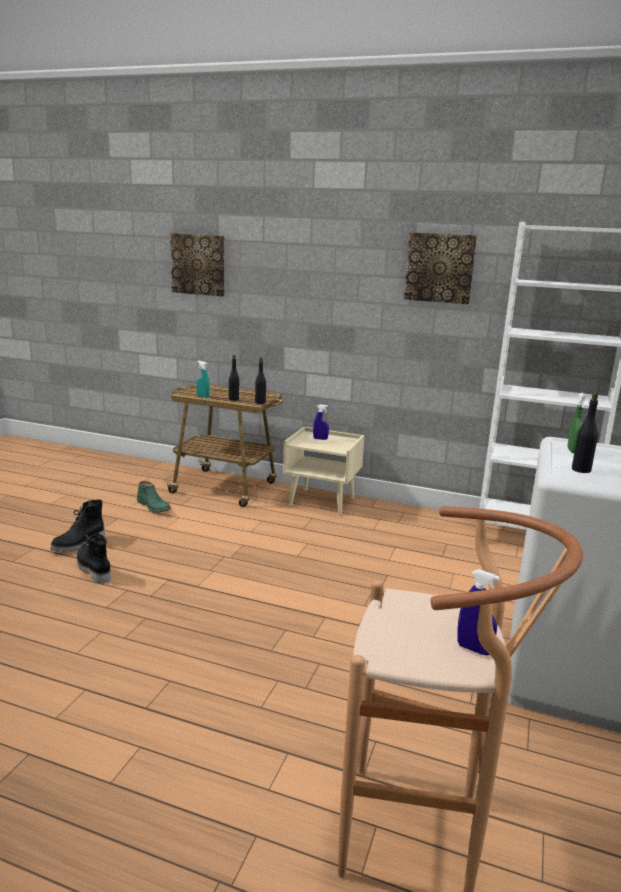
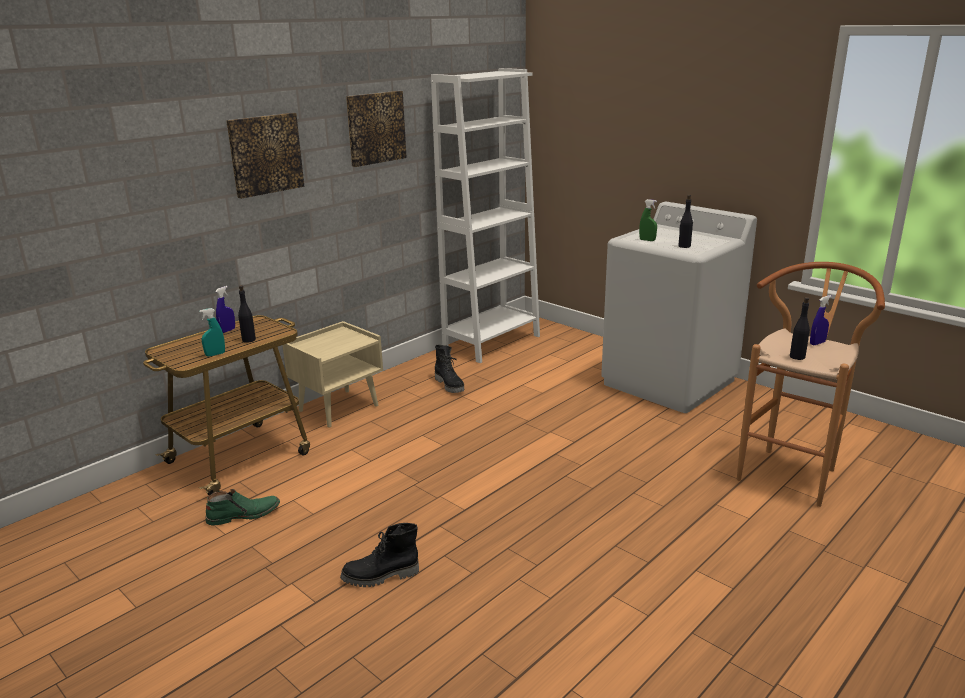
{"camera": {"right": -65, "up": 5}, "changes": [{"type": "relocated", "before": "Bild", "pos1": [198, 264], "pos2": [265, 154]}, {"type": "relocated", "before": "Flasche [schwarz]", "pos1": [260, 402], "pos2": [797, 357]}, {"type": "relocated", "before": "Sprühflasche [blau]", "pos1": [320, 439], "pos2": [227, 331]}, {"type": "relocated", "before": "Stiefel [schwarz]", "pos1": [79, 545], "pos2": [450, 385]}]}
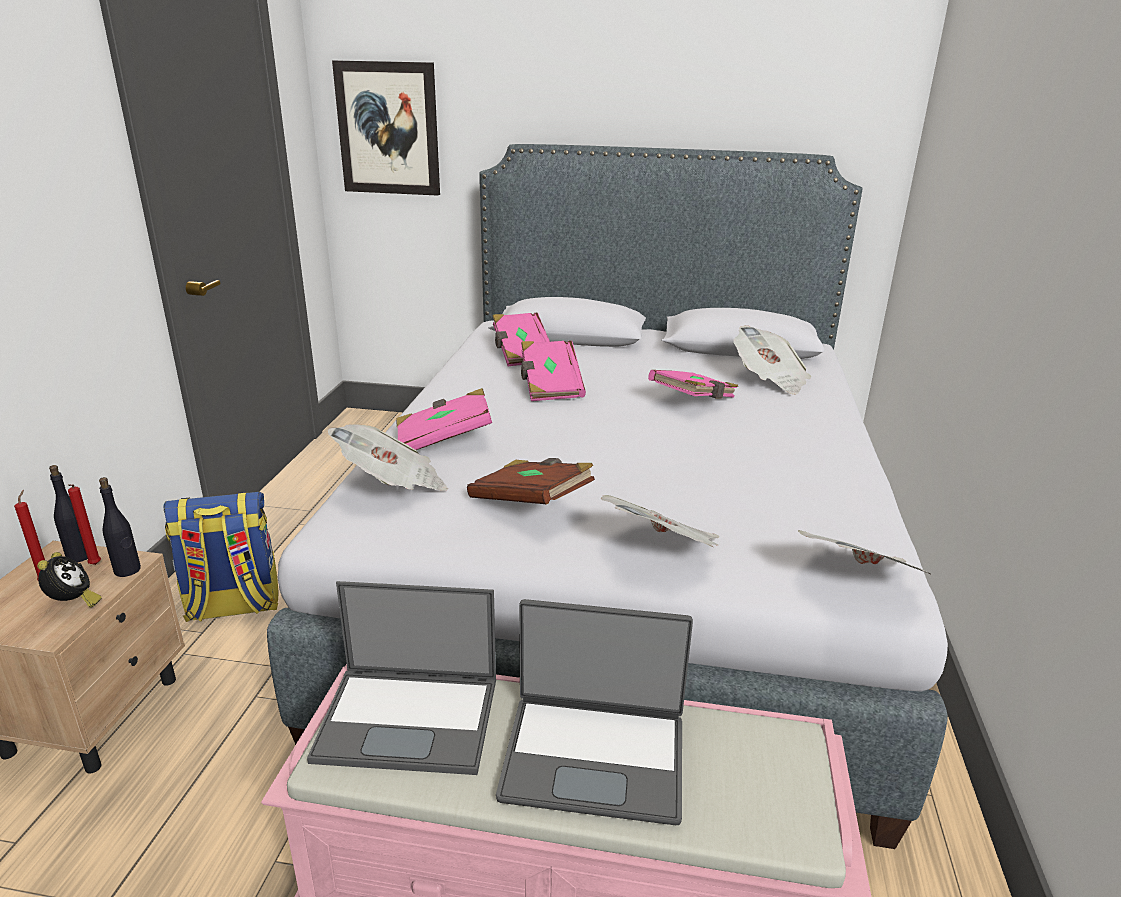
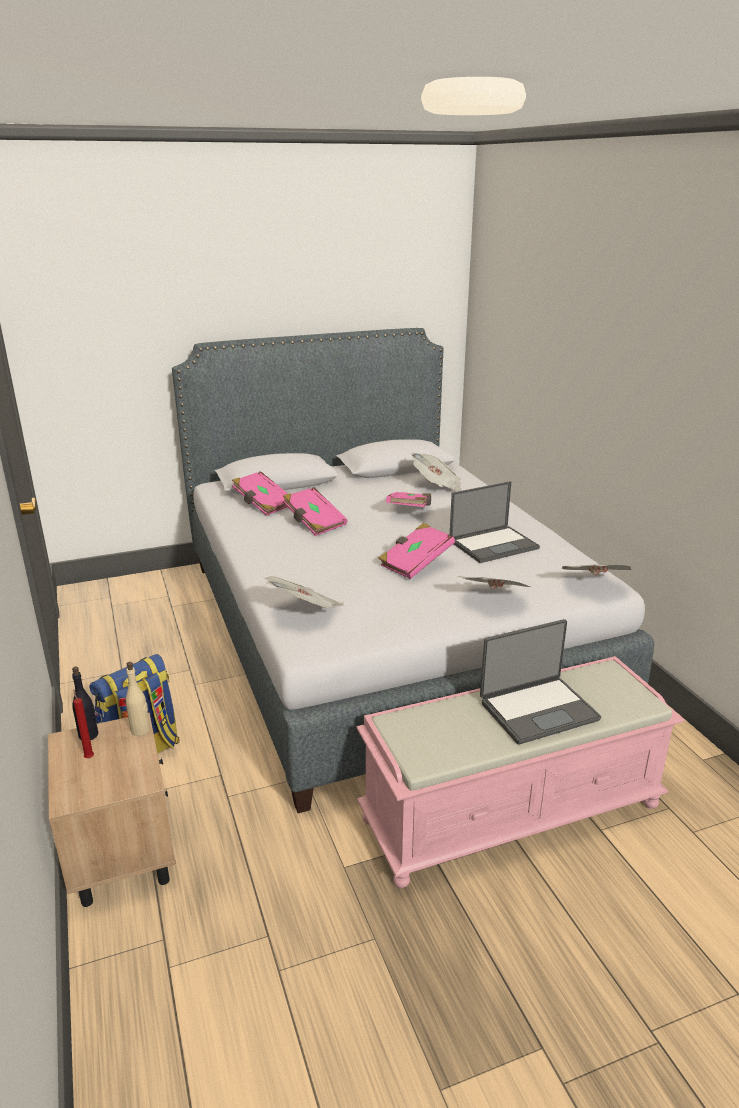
{"camera": {"right": -30, "up": 0}, "changes": [{"type": "missing", "before": "Bild", "pos1": [388, 129]}, {"type": "relocated", "before": "Buch [rosa]", "pos1": [444, 439], "pos2": [415, 563]}, {"type": "missing", "before": "Buch [braun]", "pos1": [531, 502]}, {"type": "colour", "before": "Flasche [schwarz]", "after": "Flasche [beige]", "pos1": [127, 570], "pos2": [140, 730]}, {"type": "missing", "before": "Kerze [rot]", "pos1": [94, 565]}, {"type": "missing", "before": "Wecker", "pos1": [73, 603]}, {"type": "relocated", "before": "Laptop", "pos1": [411, 718], "pos2": [494, 544]}]}
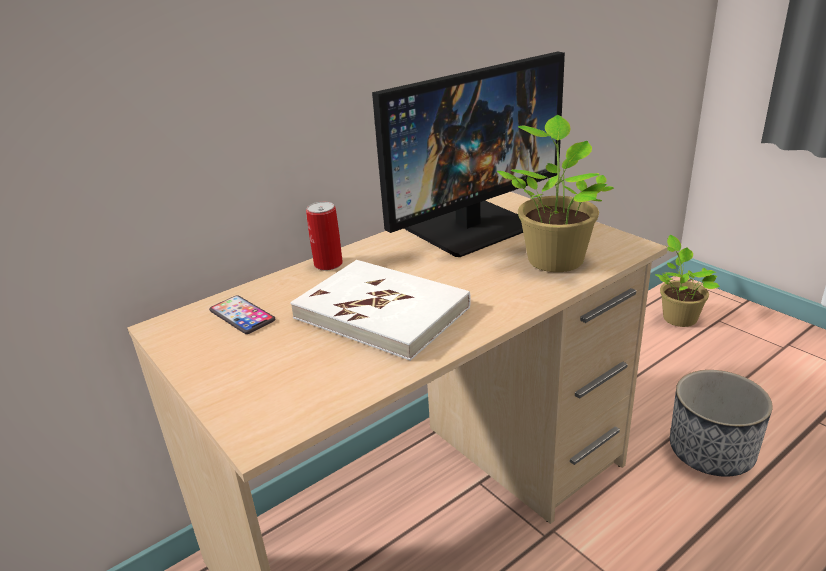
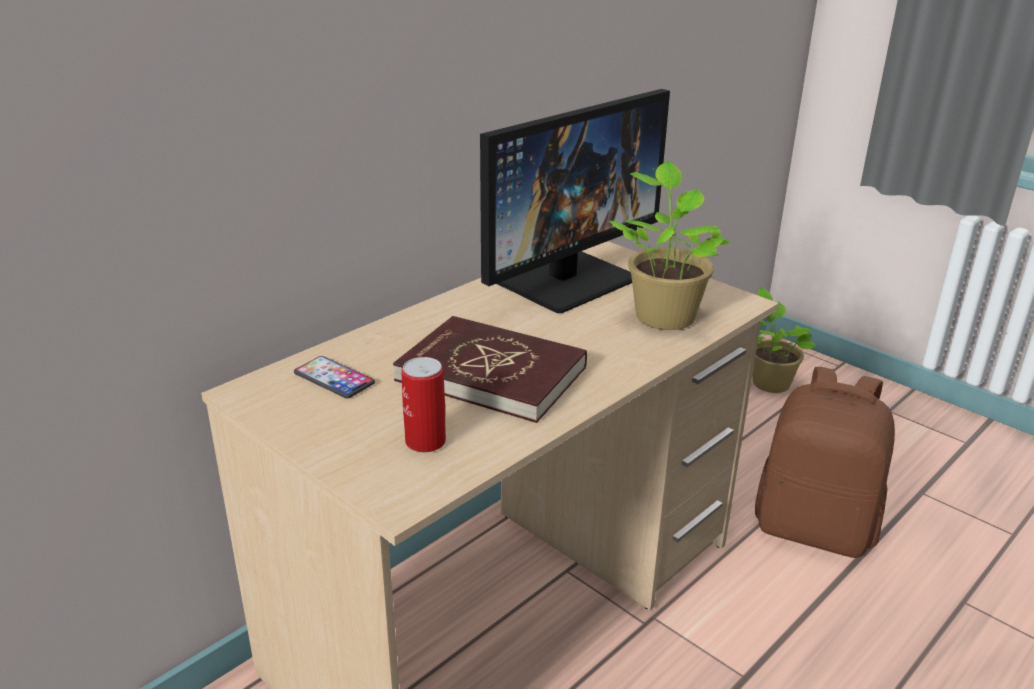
{"camera": {"right": -10, "up": 0}, "changes": [{"type": "relocated", "before": "Dose", "pos1": [328, 264], "pos2": [425, 441]}, {"type": "colour", "before": "Buch [weiß]", "after": "Buch [rot]", "pos1": [382, 312], "pos2": [492, 374]}, {"type": "exchanged", "before": "Pflanzkübel", "after": "Rucksack [braun]", "pos1": [711, 452], "pos2": [814, 528]}]}
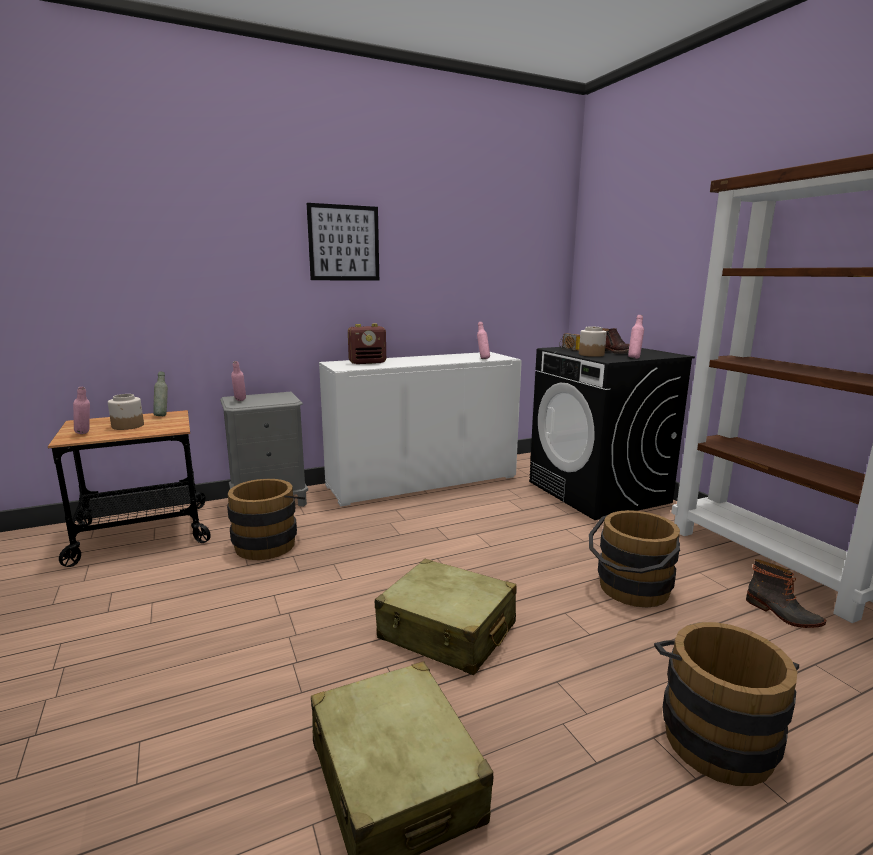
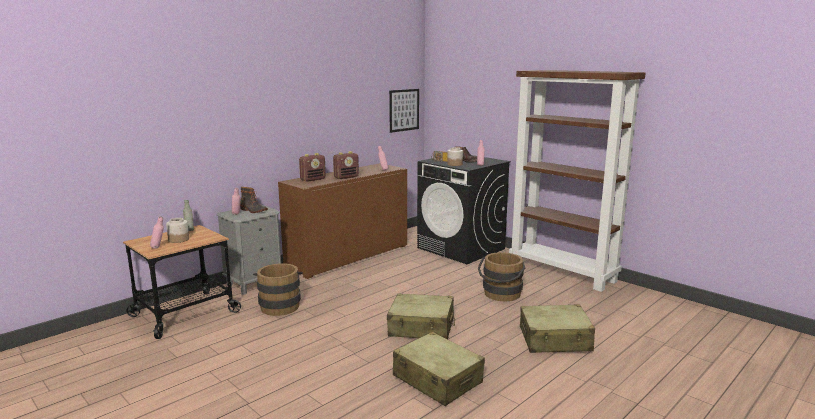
{"camera": {"right": -20, "up": 0}, "changes": [{"type": "relocated", "before": "Bild", "pos1": [344, 243], "pos2": [404, 110]}, {"type": "colour", "before": "Schrank [weiß]", "after": "Schrank [braun]", "pos1": [422, 481], "pos2": [348, 256]}, {"type": "relocated", "before": "Stiefel", "pos1": [782, 614], "pos2": [253, 210]}, {"type": "exchanged", "before": "Eimer [braun]", "after": "Koffer [beige]", "pos1": [713, 733], "pos2": [555, 339]}, {"type": "appeared", "after": "Radio", "pos2": [346, 177]}]}
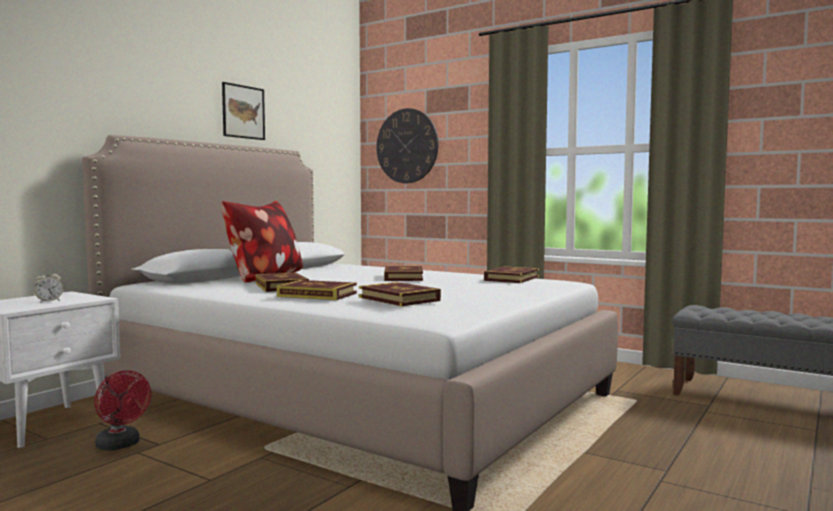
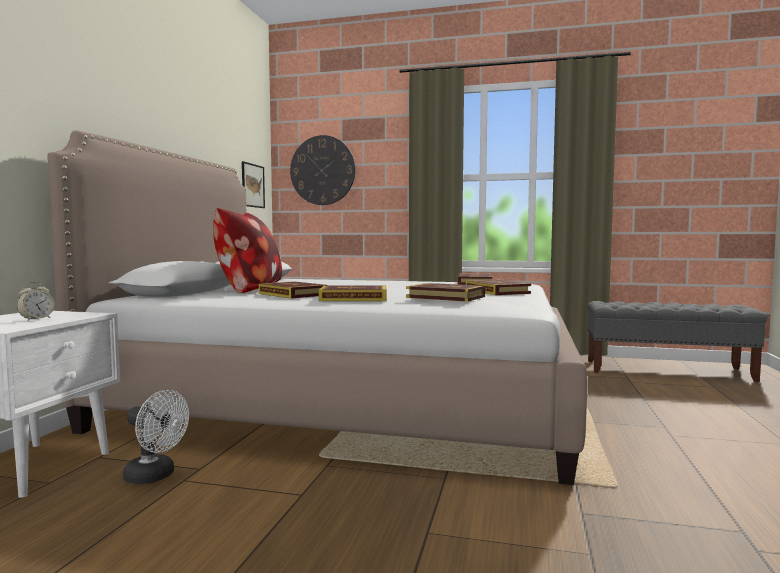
{"camera": {"right": -20, "up": 0}, "changes": [{"type": "relocated", "before": "Bild", "pos1": [243, 112], "pos2": [252, 185]}, {"type": "relocated", "before": "Buch", "pos1": [403, 277], "pos2": [497, 291]}, {"type": "colour", "before": "Ventilator [rot]", "after": "Ventilator [weiß]", "pos1": [121, 445], "pos2": [155, 476]}]}
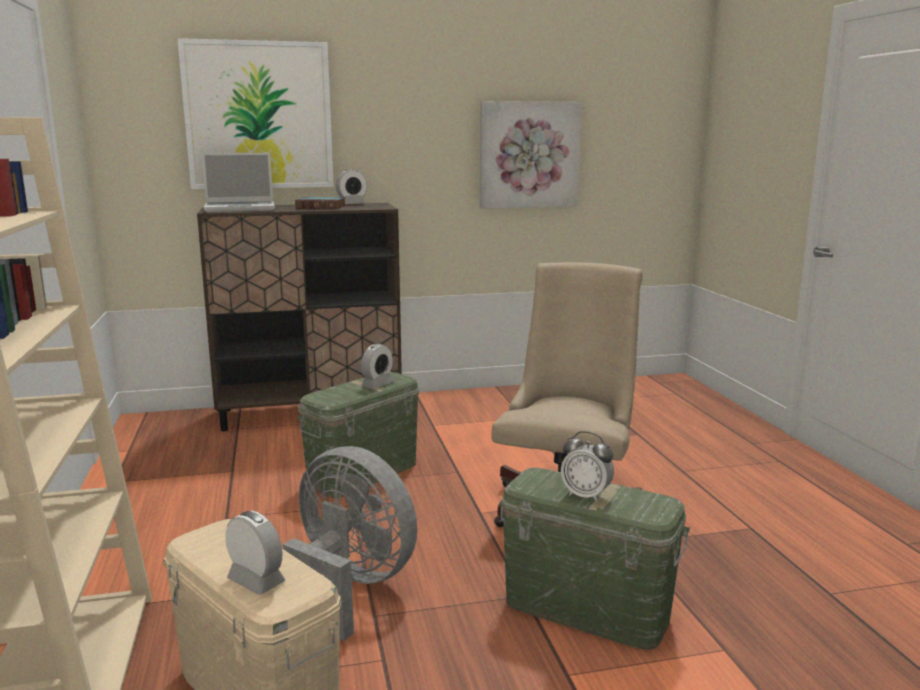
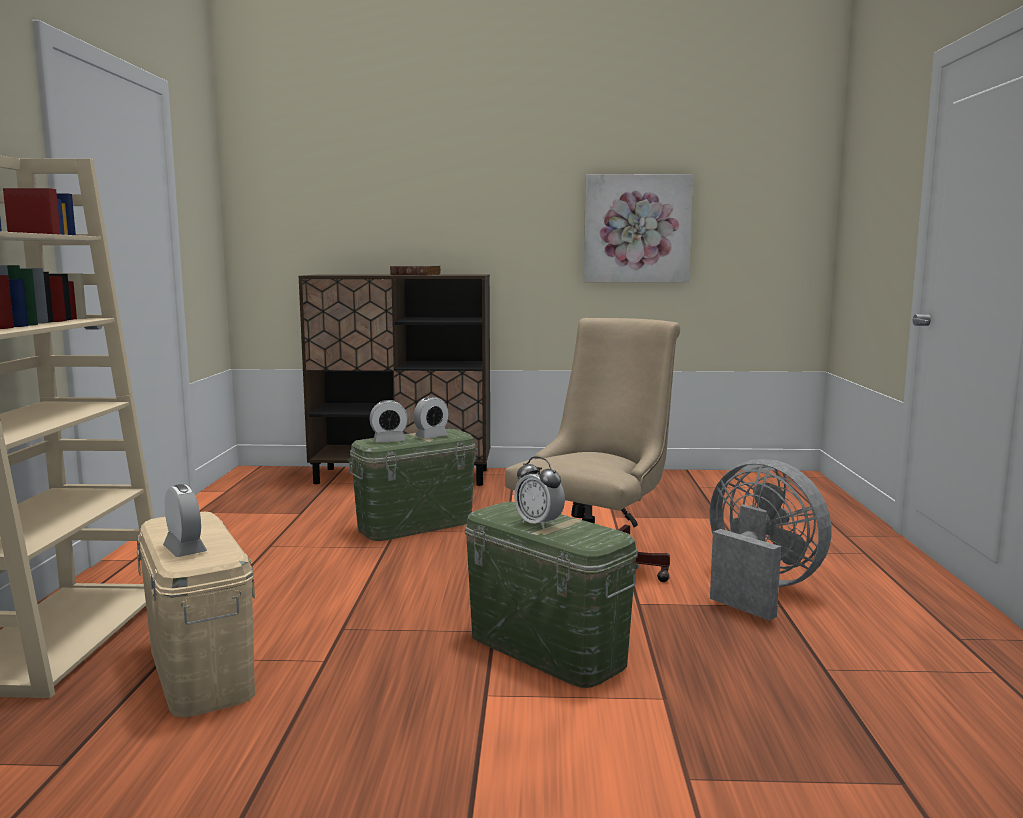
{"camera": {"right": 15, "up": -5}, "changes": [{"type": "missing", "before": "Bild", "pos1": [259, 116]}, {"type": "missing", "before": "Laptop", "pos1": [241, 209]}, {"type": "relocated", "before": "Wecker", "pos1": [352, 204], "pos2": [389, 441]}, {"type": "relocated", "before": "Ventilator [grau]", "pos1": [349, 587], "pos2": [758, 589]}]}
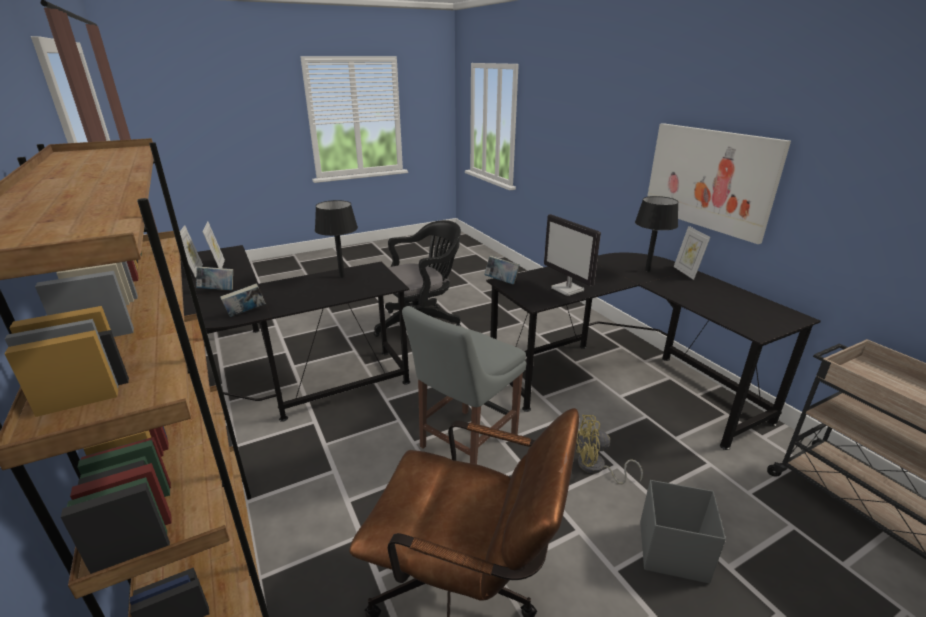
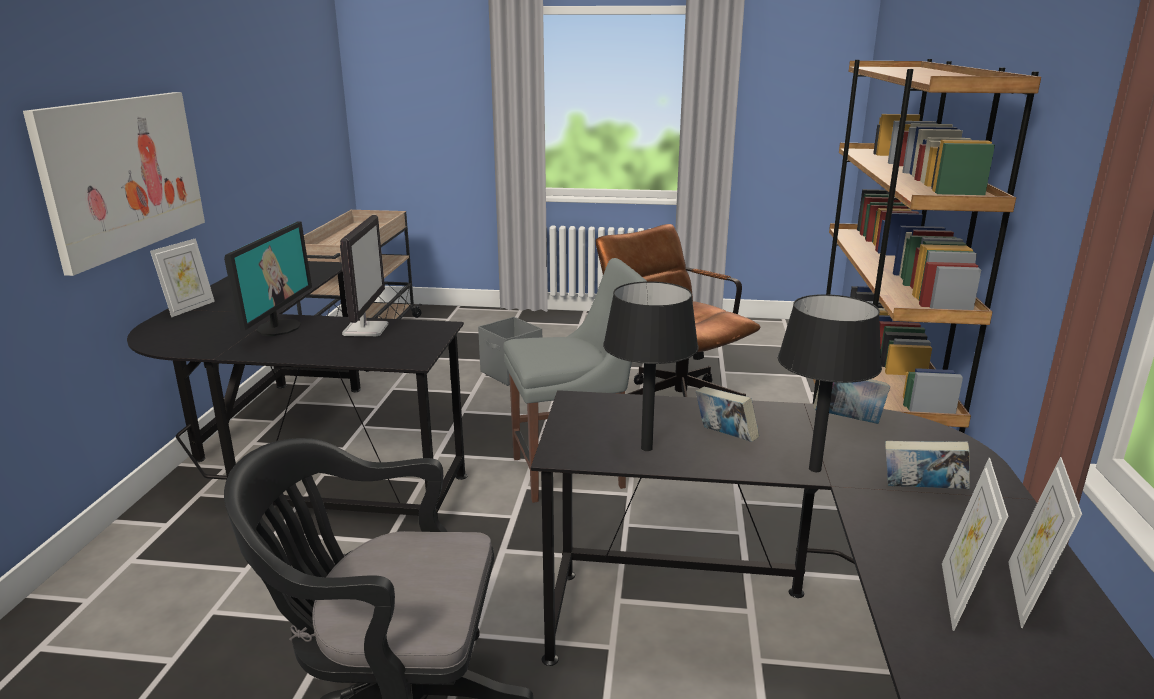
{"camera": {"right": -145, "up": -5}, "changes": [{"type": "relocated", "before": "Tischlampe [schwarz]", "pos1": [647, 270], "pos2": [815, 469]}, {"type": "relocated", "before": "Buch", "pos1": [501, 281], "pos2": [724, 437]}, {"type": "missing", "before": "Ventilator [gelb]", "pos1": [596, 468]}, {"type": "appeared", "after": "Monitor", "pos2": [278, 327]}]}
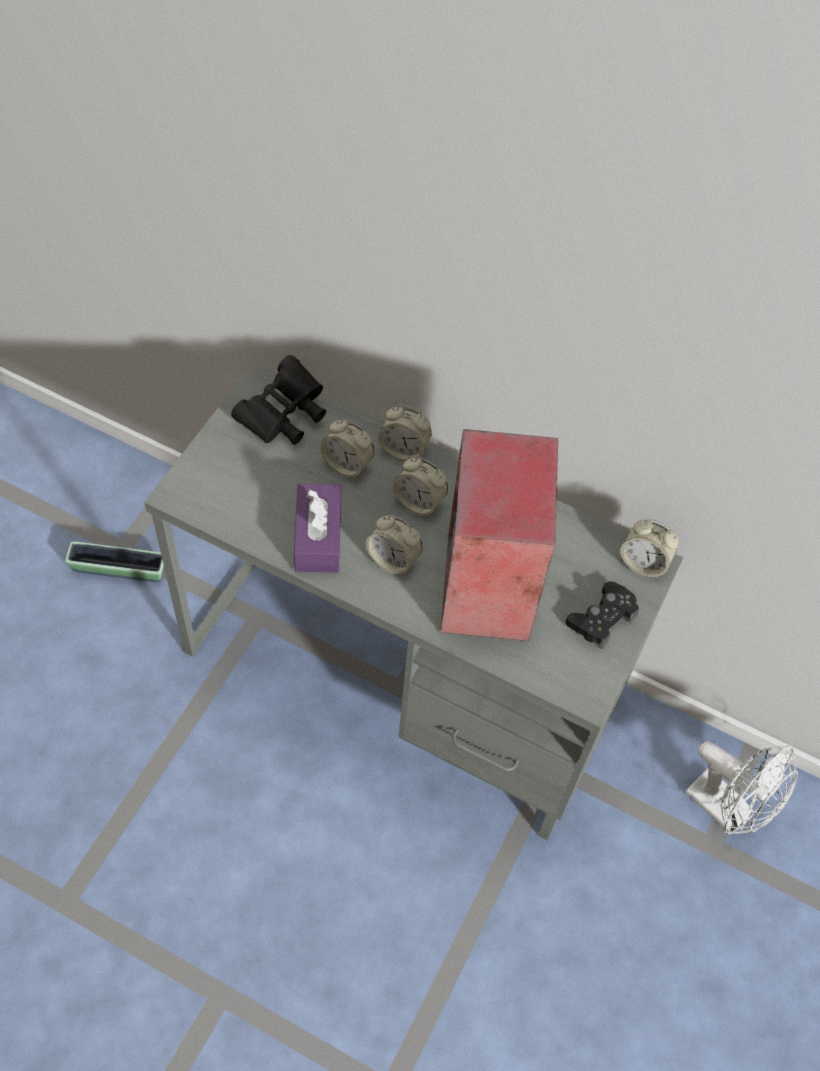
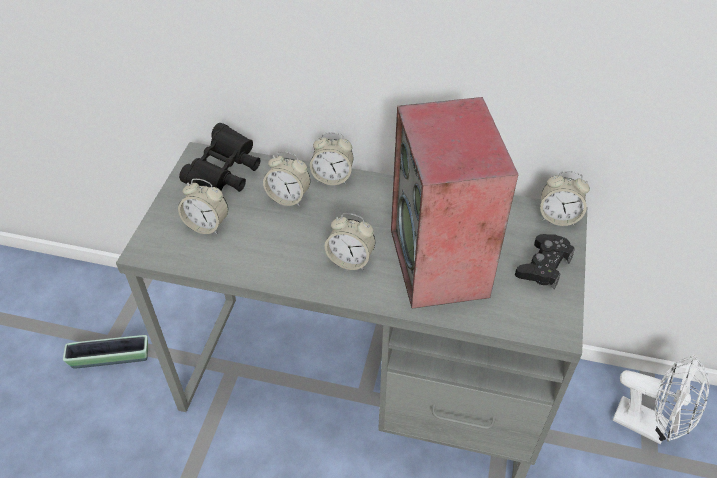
{"camera": {"right": -10, "up": -10}, "changes": [{"type": "relocated", "before": "Wecker", "pos1": [419, 502], "pos2": [207, 225]}, {"type": "missing", "before": "Taschentuchbox [lila]", "pos1": [318, 537]}]}
